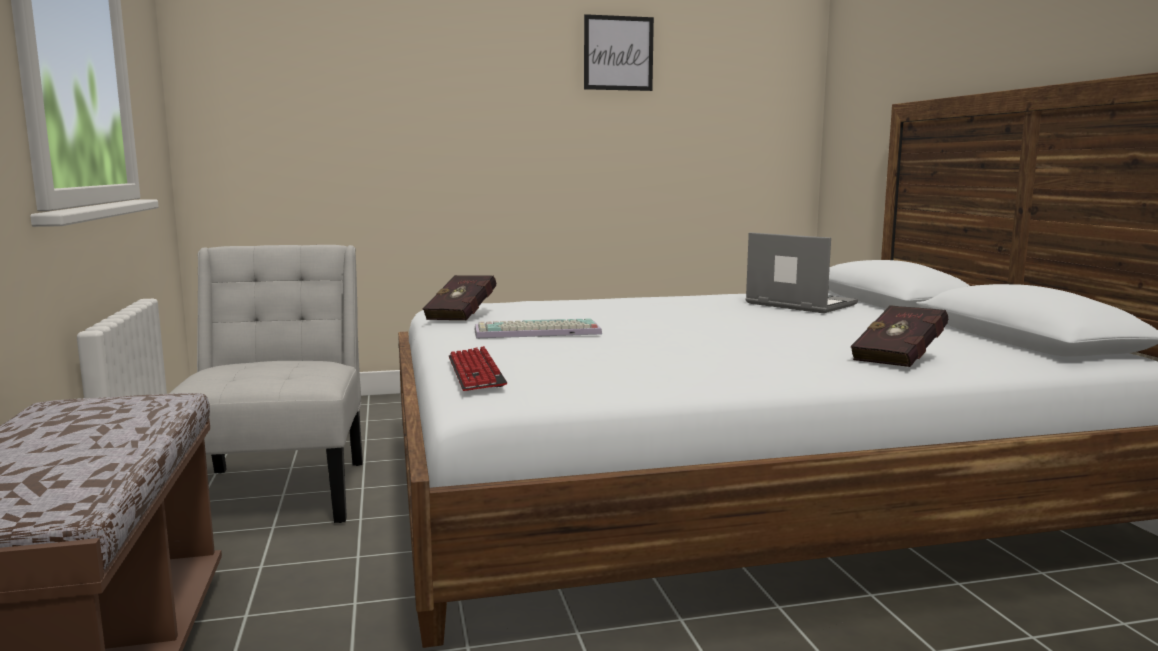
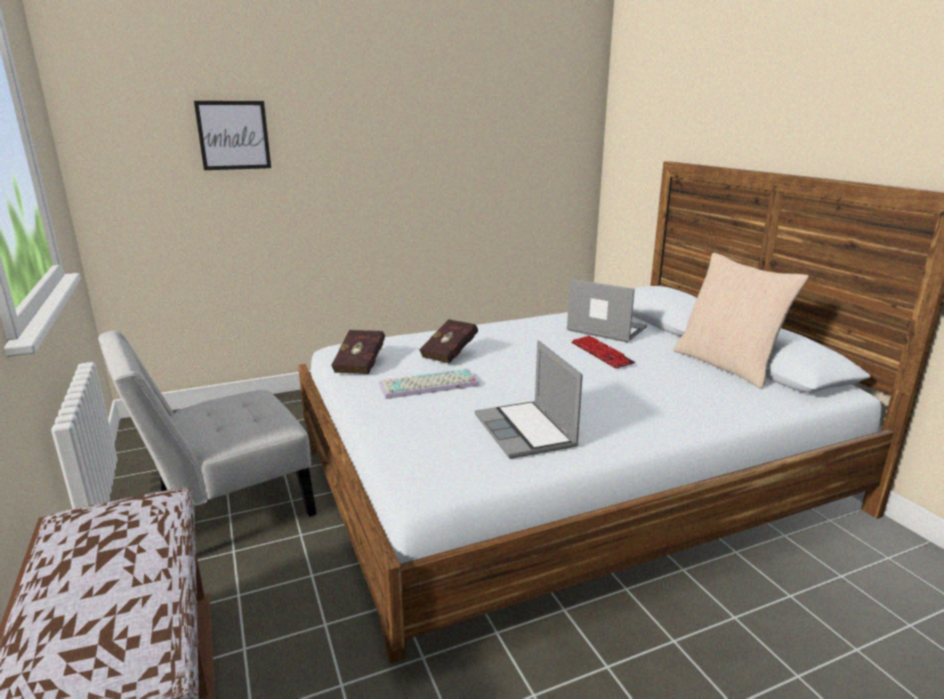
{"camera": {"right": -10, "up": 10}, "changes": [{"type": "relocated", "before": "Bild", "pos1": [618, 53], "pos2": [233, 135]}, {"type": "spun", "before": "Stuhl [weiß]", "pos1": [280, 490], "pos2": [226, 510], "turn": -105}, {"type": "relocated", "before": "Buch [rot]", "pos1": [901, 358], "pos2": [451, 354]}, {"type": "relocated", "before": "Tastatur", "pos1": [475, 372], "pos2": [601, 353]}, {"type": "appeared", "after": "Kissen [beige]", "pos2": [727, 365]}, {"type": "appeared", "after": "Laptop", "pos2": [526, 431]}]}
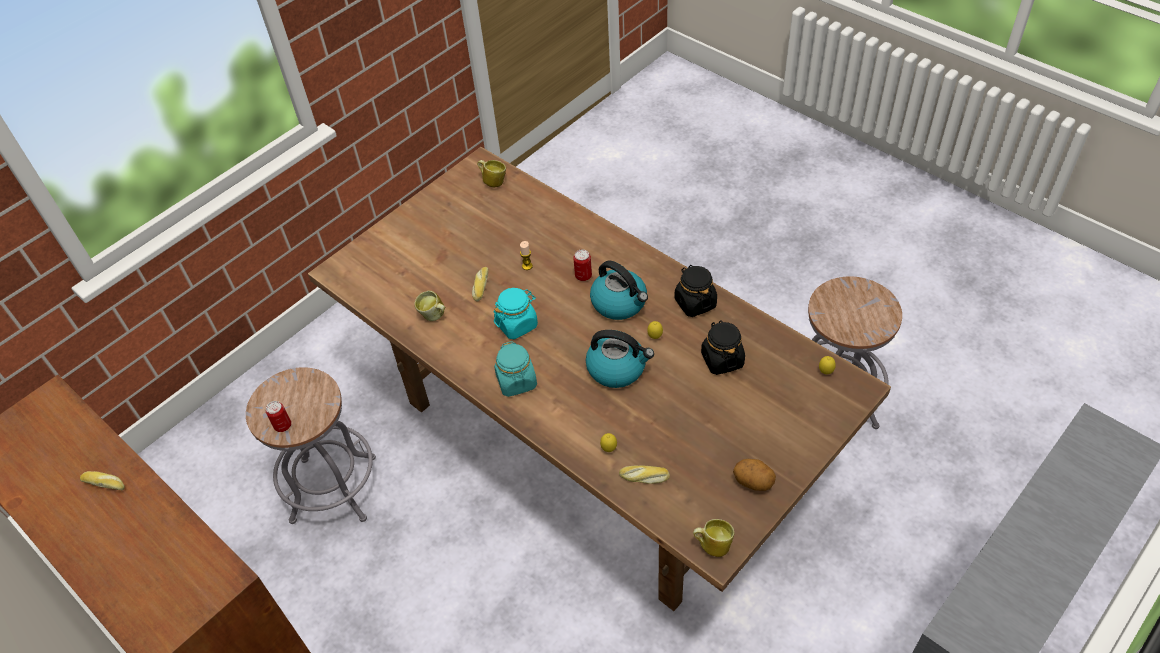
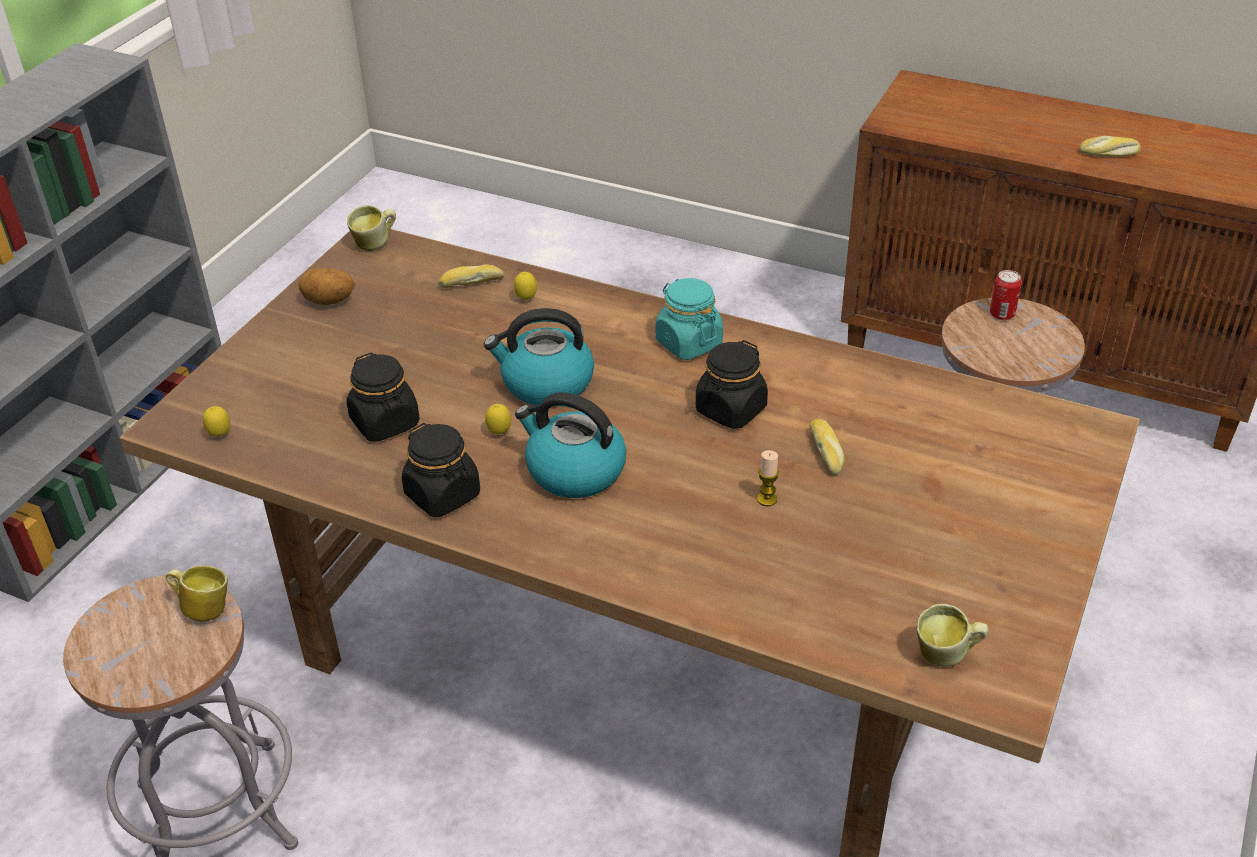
{"camera": {"right": 160, "up": -10}, "changes": [{"type": "missing", "before": "Dose", "pos1": [583, 276]}, {"type": "colour", "before": "Vorratsglas [türkis]", "after": "Vorratsglas [schwarz]", "pos1": [517, 324], "pos2": [730, 410]}, {"type": "relocated", "before": "Henkelbecher", "pos1": [434, 317], "pos2": [203, 608]}]}
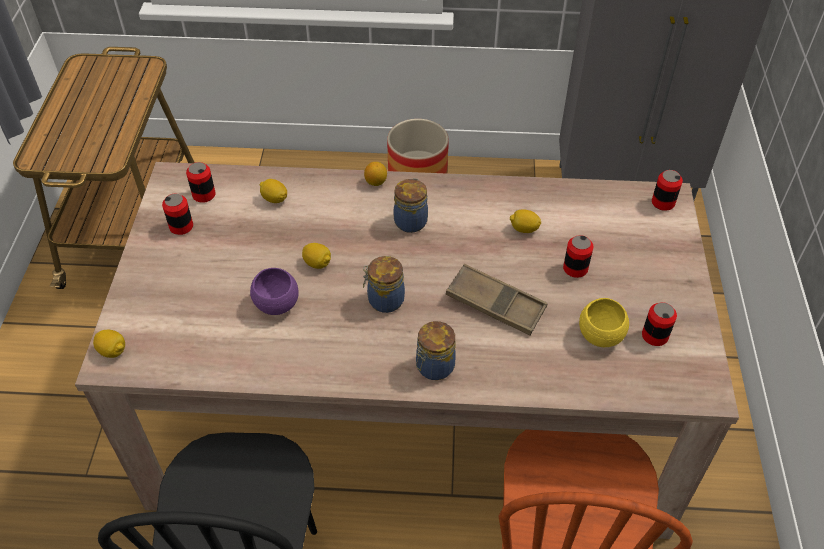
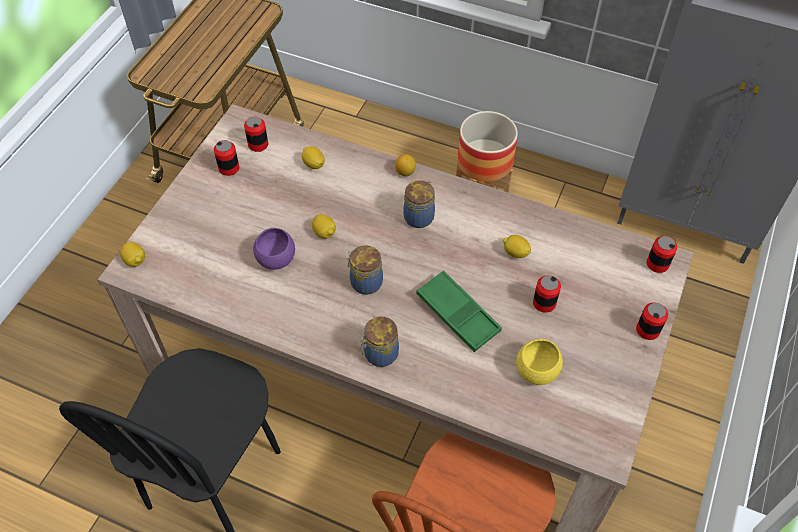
{"camera": {"right": 20, "up": 5}, "changes": [{"type": "colour", "before": "Tablett [braun]", "after": "Tablett [grün]", "pos1": [495, 304], "pos2": [458, 314]}, {"type": "relocated", "before": "Dose", "pos1": [654, 336], "pos2": [647, 330]}]}
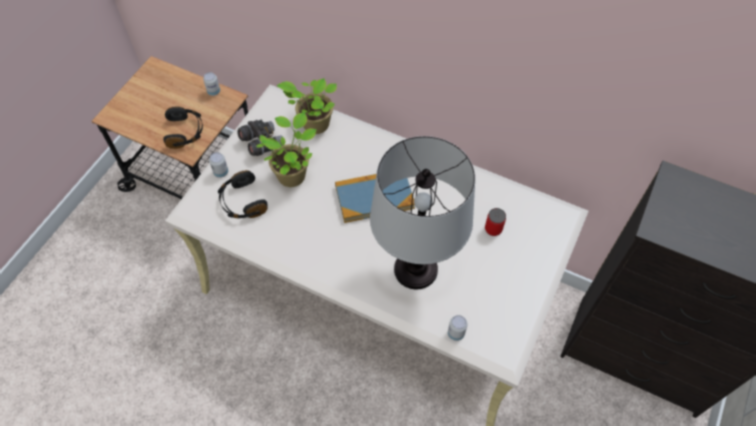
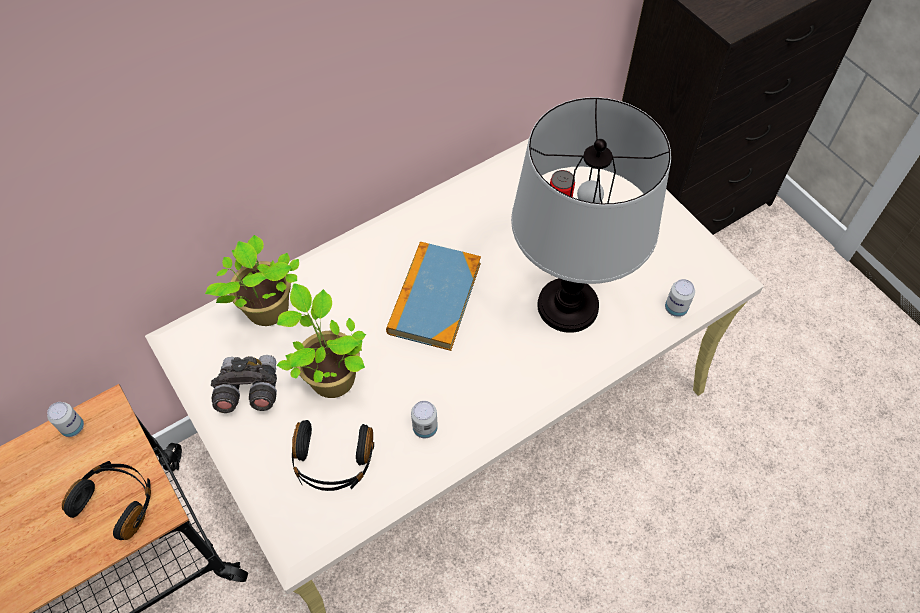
{"camera": {"right": -60, "up": 0}, "changes": [{"type": "relocated", "before": "Dose", "pos1": [221, 172], "pos2": [425, 428]}]}
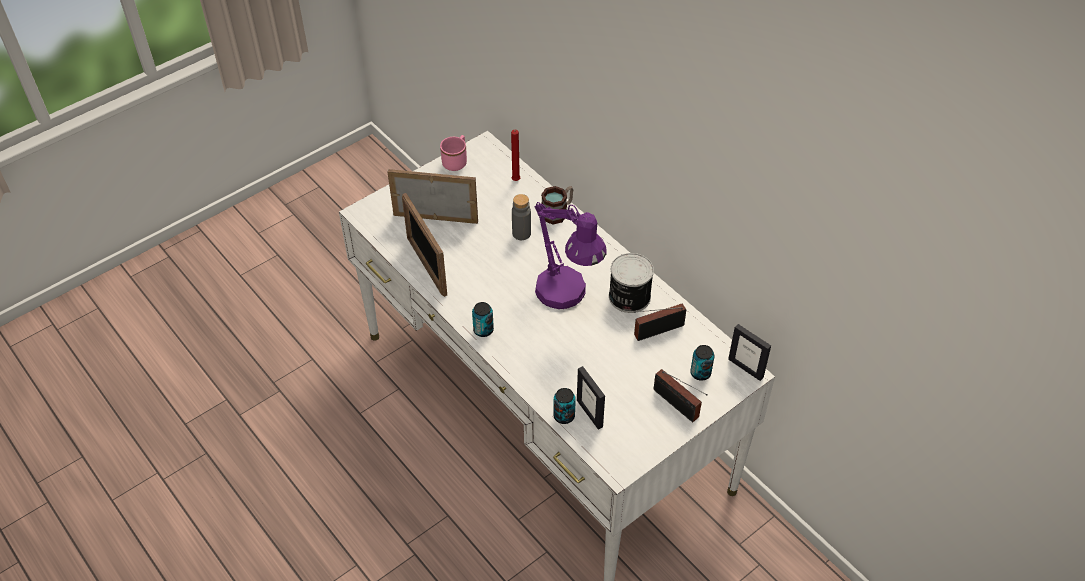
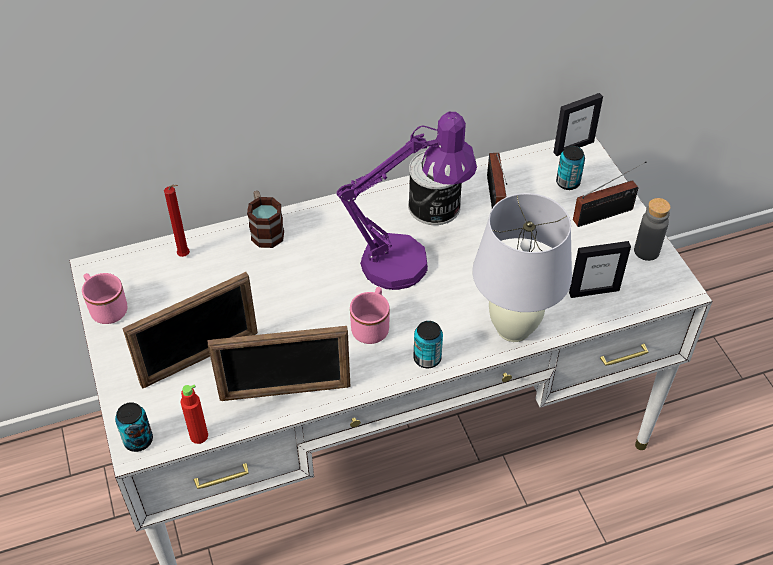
{"camera": {"right": -70, "up": 0}, "changes": [{"type": "spun", "before": "Bilderrahmen", "pos1": [435, 217], "pos2": [200, 359], "turn": -150}, {"type": "relocated", "before": "Flasche [grau]", "pos1": [521, 233], "pos2": [646, 251]}, {"type": "relocated", "before": "Dose", "pos1": [564, 416], "pos2": [138, 440]}, {"type": "appeared", "after": "Tischlampe [weiß]", "pos2": [513, 328]}, {"type": "appeared", "after": "Henkelbecher [rosa]", "pos2": [372, 326]}, {"type": "appeared", "after": "Flasche [rot]", "pos2": [199, 436]}]}
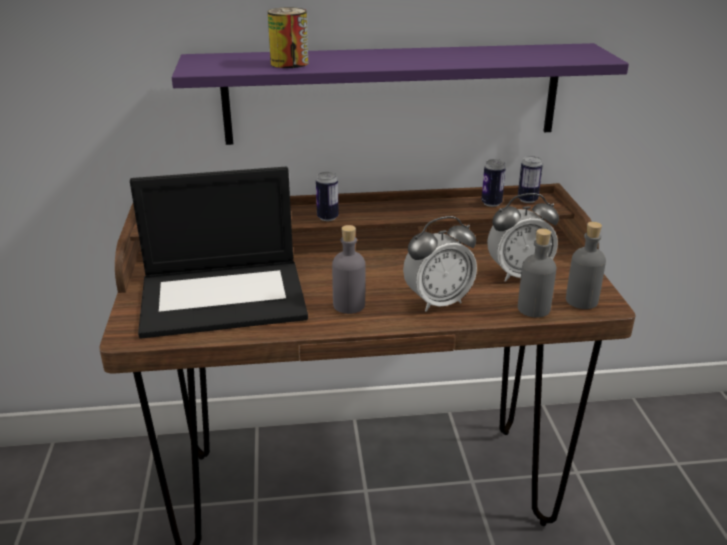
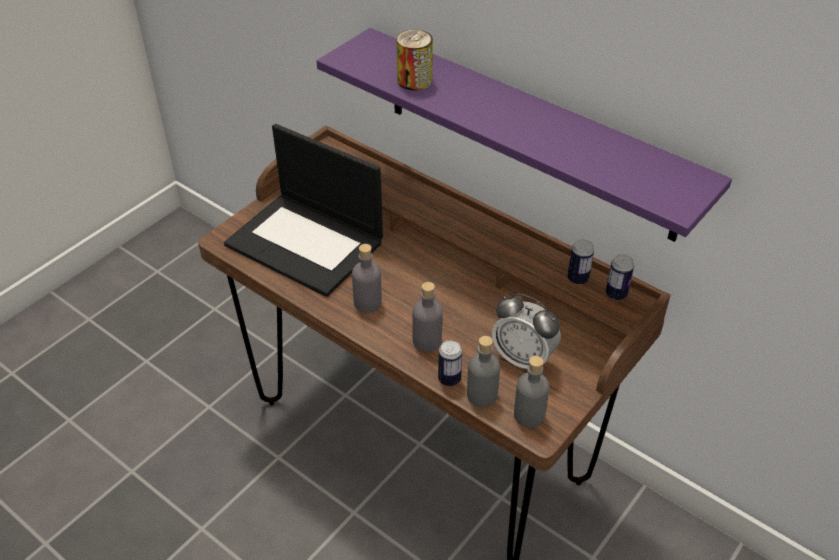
{"camera": {"right": 45, "up": 15}, "changes": [{"type": "relocated", "before": "Dose", "pos1": [327, 217], "pos2": [449, 379]}, {"type": "exchanged", "before": "Wecker", "after": "Flasche [grau]", "pos1": [438, 301], "pos2": [427, 341]}]}
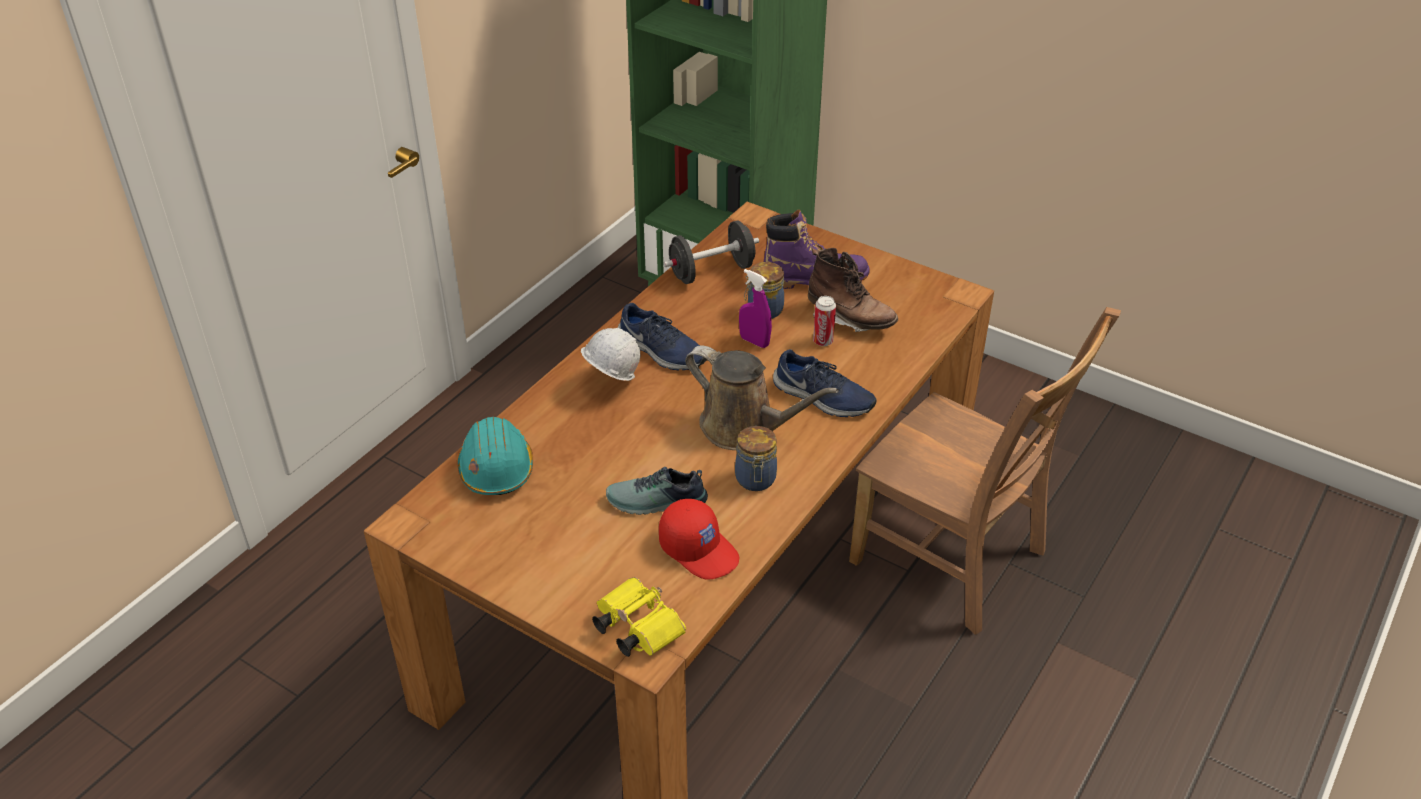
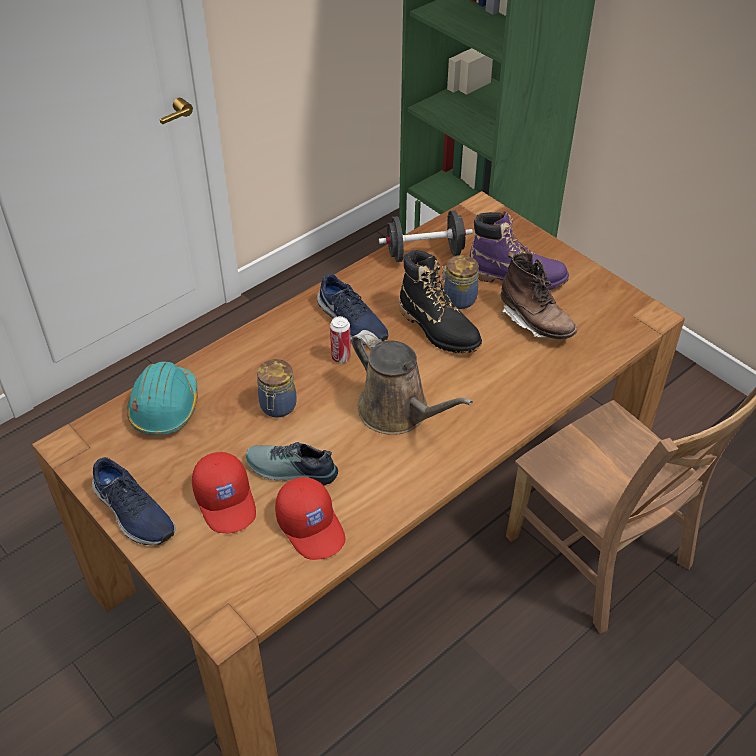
{"camera": {"right": 15, "up": 5}, "changes": [{"type": "exchanged", "before": "Sprühflasche [lila]", "after": "Stiefel [schwarz]", "pos1": [754, 341], "pos2": [438, 328]}, {"type": "relocated", "before": "Dose", "pos1": [823, 341], "pos2": [341, 357]}, {"type": "missing", "before": "Schutzhelm [weiß]", "pos1": [611, 383]}, {"type": "relocated", "before": "Schuh [blau]", "pos1": [823, 398], "pos2": [133, 513]}, {"type": "relocated", "before": "Vorratsglas", "pos1": [755, 480], "pos2": [277, 407]}, {"type": "missing", "before": "Fernglas [gelb]", "pos1": [635, 627]}, {"type": "appeared", "after": "Kappe [rot]", "pos2": [227, 501]}]}
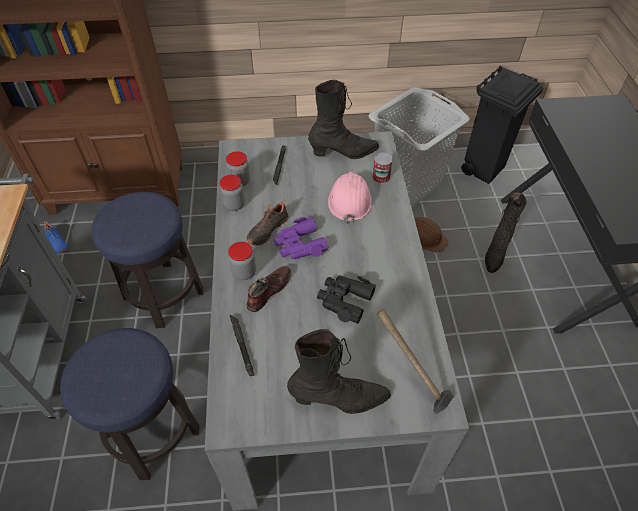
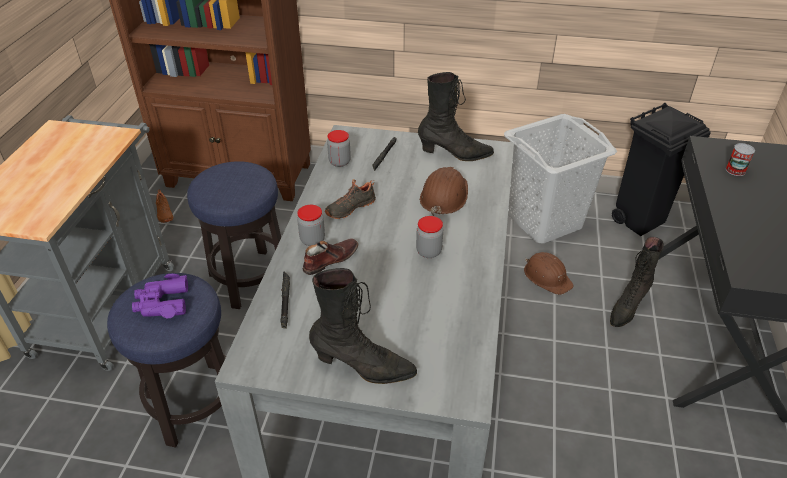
{"camera": {"right": 15, "up": -10}, "changes": [{"type": "relocated", "before": "Dose", "pos1": [381, 177], "pos2": [735, 170]}, {"type": "colour", "before": "Schutzhelm [rosa]", "after": "Schutzhelm [braun]", "pos1": [349, 200], "pos2": [444, 196]}, {"type": "relocated", "before": "Vorratsglas", "pos1": [234, 205], "pos2": [429, 251]}, {"type": "relocated", "before": "Fernglas [lila]", "pos1": [299, 245], "pos2": [162, 303]}, {"type": "colour", "before": "Schuh [blau]", "after": "Schuh [braun]", "pos1": [56, 243], "pos2": [164, 213]}, {"type": "missing", "before": "Fernglas [schwarz]", "pos1": [344, 300]}, {"type": "missing", "before": "Hammer", "pos1": [411, 380]}]}
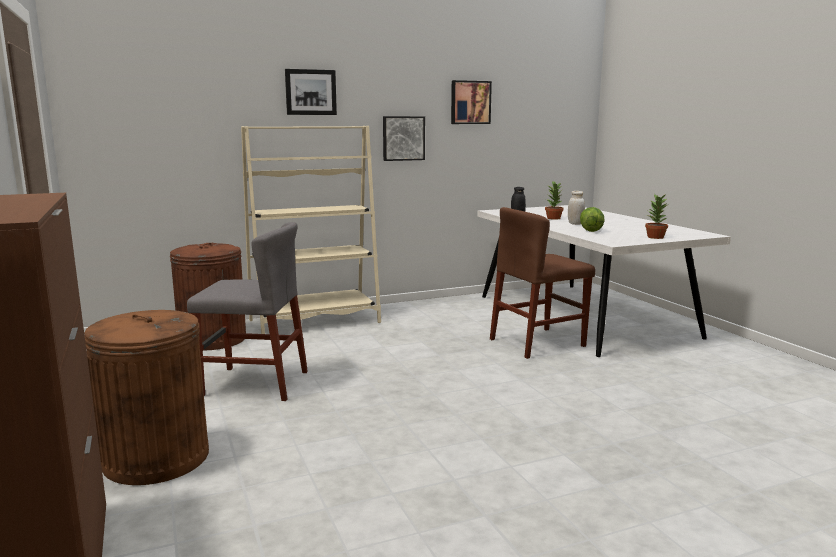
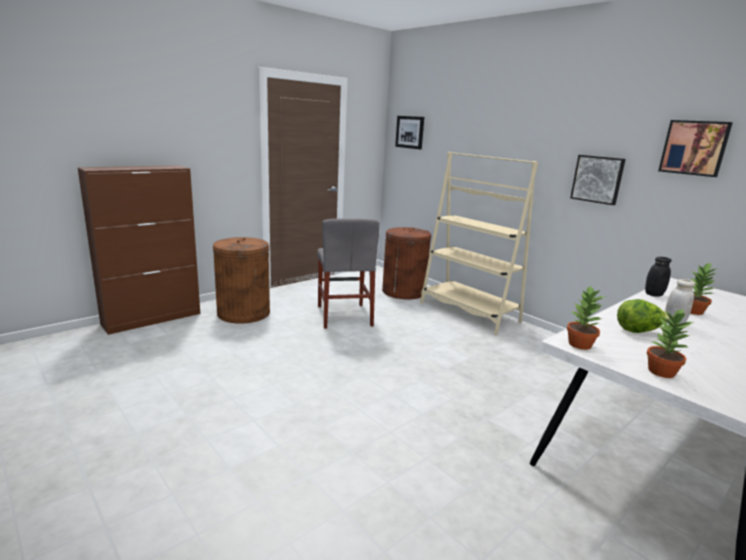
{"camera": {"right": 70, "up": 5}, "changes": [{"type": "relocated", "before": "Bild", "pos1": [310, 92], "pos2": [410, 132]}, {"type": "missing", "before": "Stuhl [braun]", "pos1": [537, 342]}, {"type": "appeared", "after": "Topfpflanze", "pos2": [579, 345]}]}
